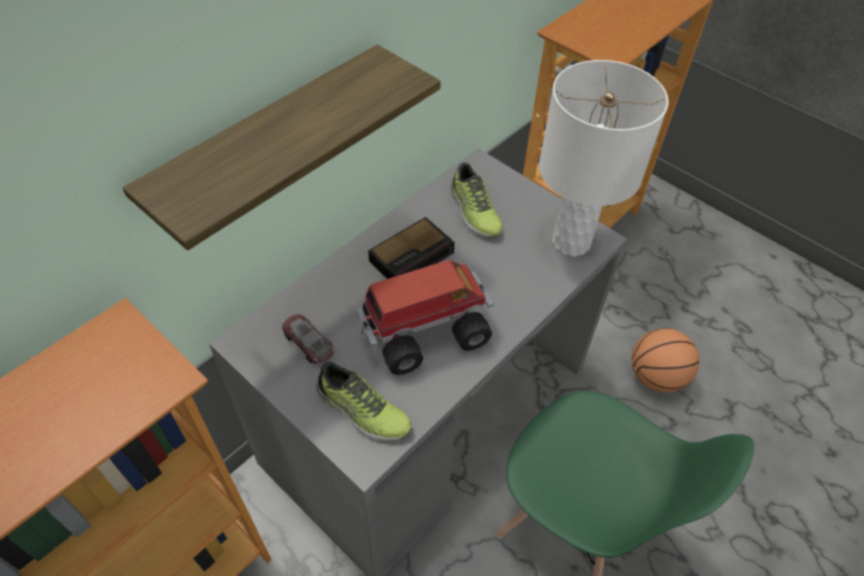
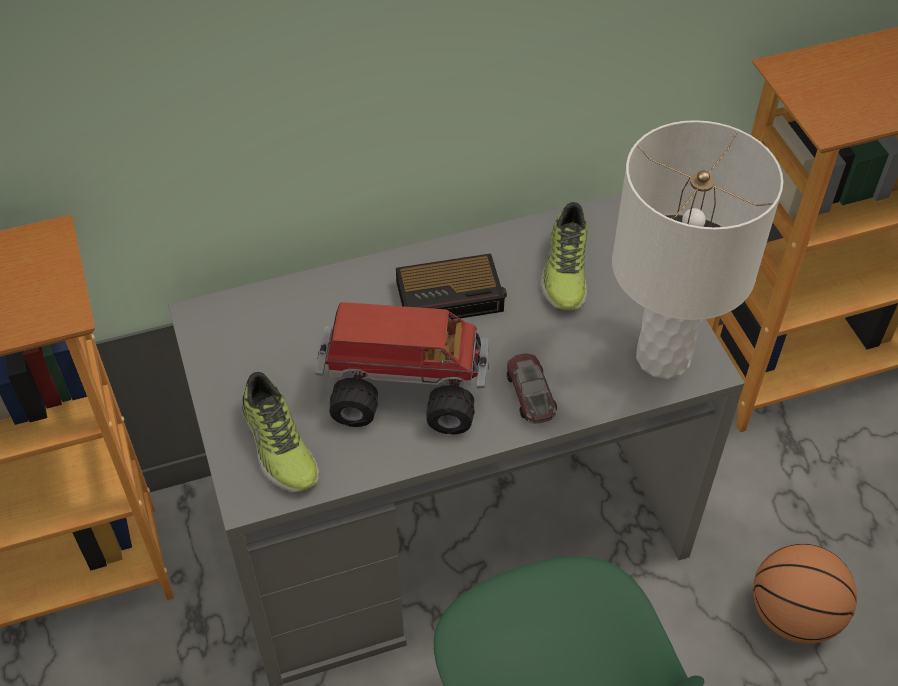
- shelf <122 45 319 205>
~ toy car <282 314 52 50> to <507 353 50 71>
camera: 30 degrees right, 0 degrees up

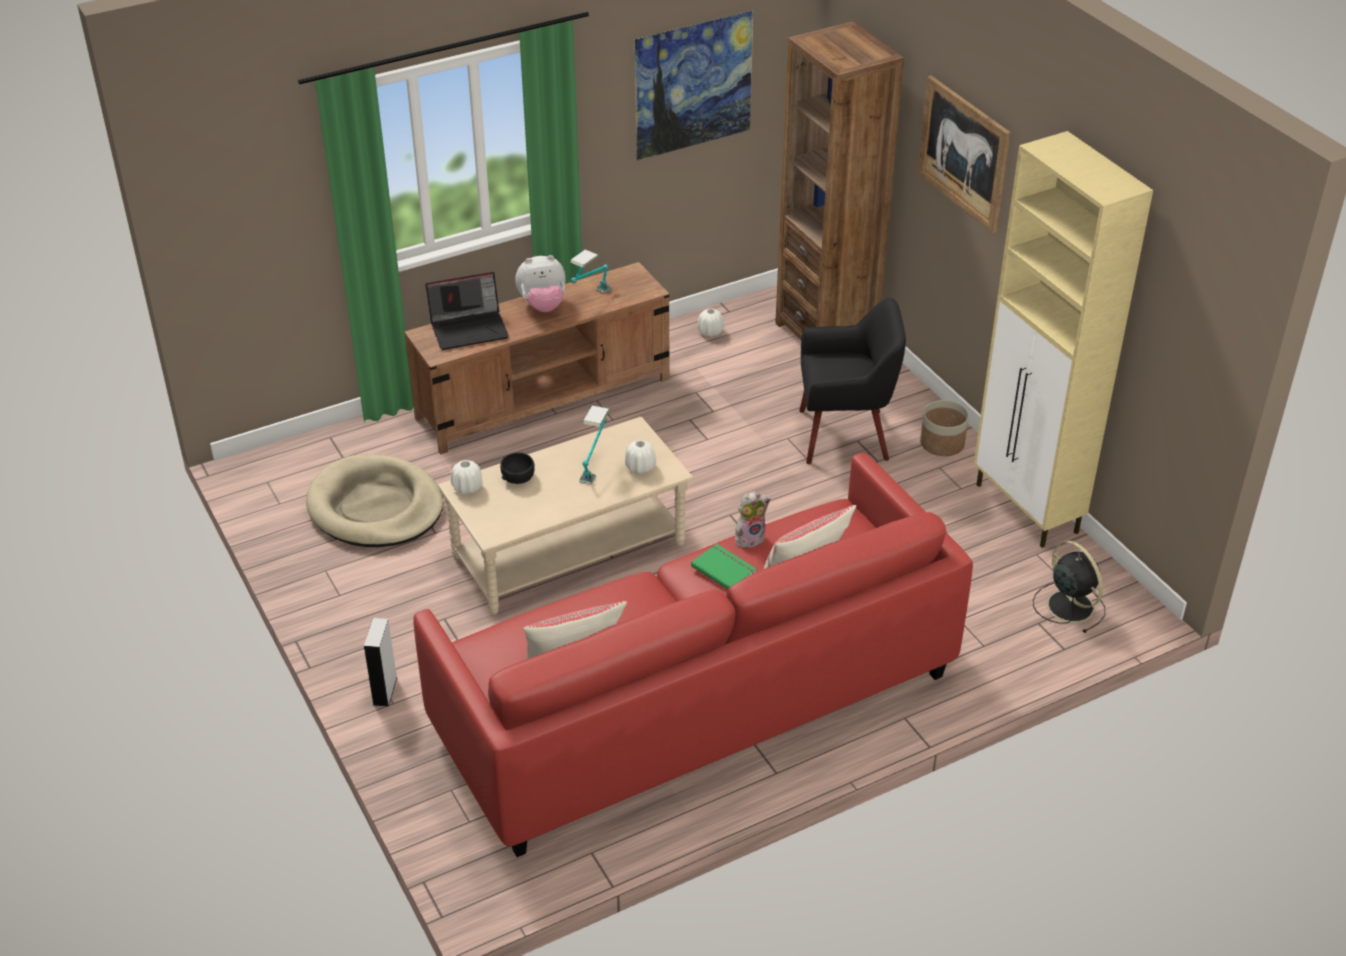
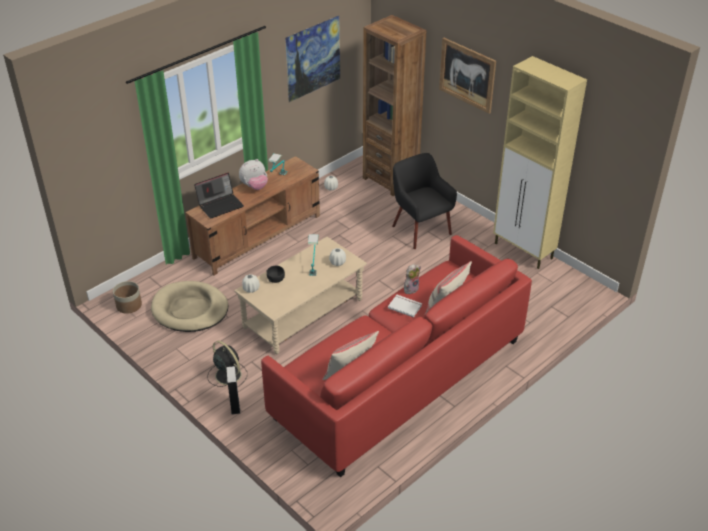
~ planter <920 400 49 56> to <113 281 29 33>
~ fan (black) <1033 541 72 92> to <207 341 40 47>
~ book (green) <691 544 65 45> to book (white) <388 295 34 23>
~ armchair (black) <799 298 107 166> = <392 153 65 96> 105 degrees counterclockwise
camera: 15 degrees left, 0 degrees up

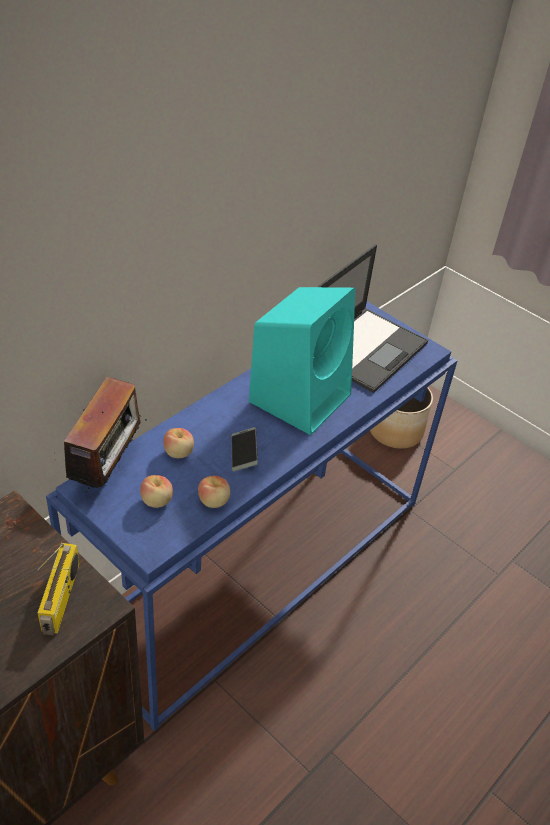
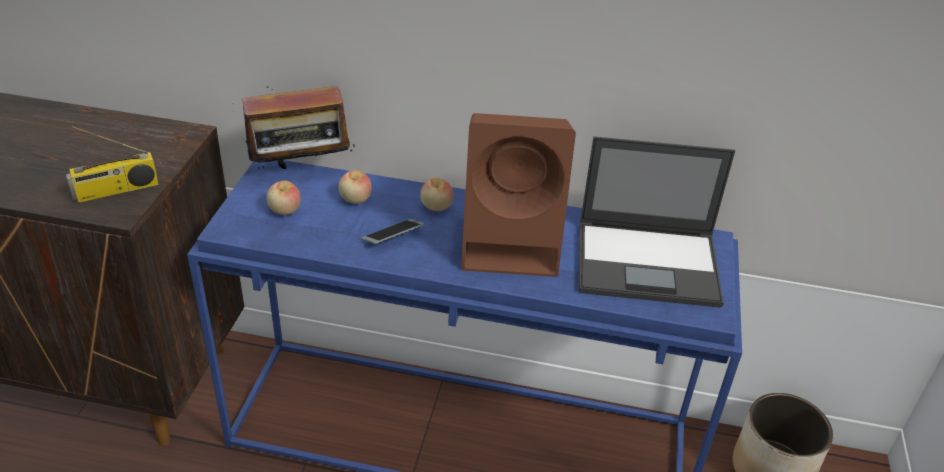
~ apple <198 476 32 32> to <420 178 33 33>
~ speaker (turquoise) <249 287 106 148> to speaker (brown) <461 113 115 164>
camera: 60 degrees right, 5 degrees down

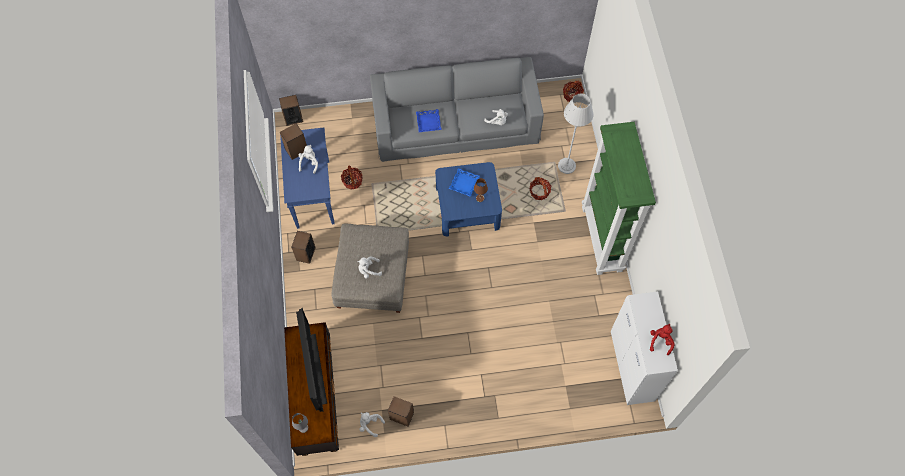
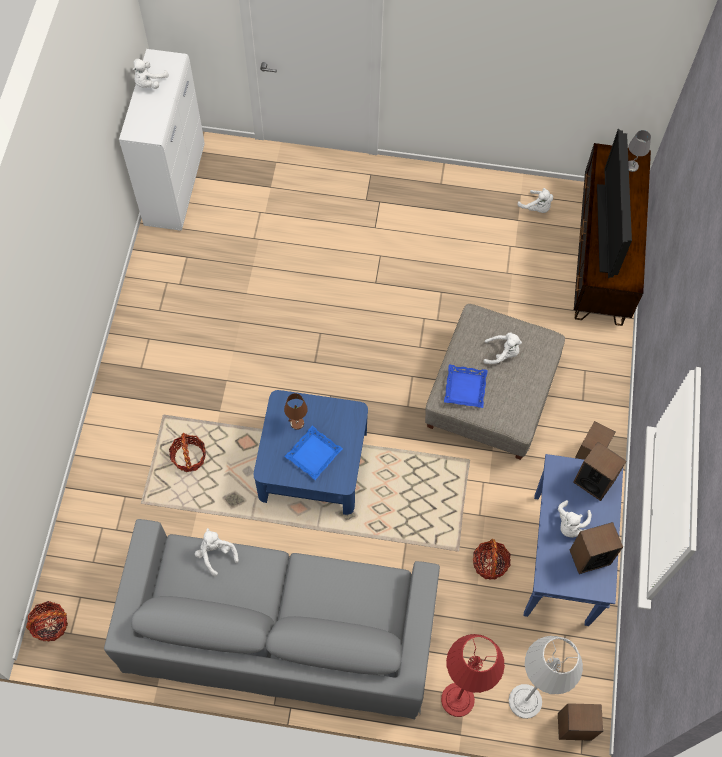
- bookcase (green) <582 122 74 153>
+ floor lamp (red) <441 634 64 83>
~ speaker <388 396 26 31> to <573 442 54 59>
~ tray (blue) <416 109 26 23> to <444 365 44 43>
~ floor lamp (grey) <558 94 36 80> to <509 636 74 83>
~ plush toy (red) <650 324 25 31> to plush toy (white) <132 59 37 30>
camera: 165 degrees left, 0 degrees up

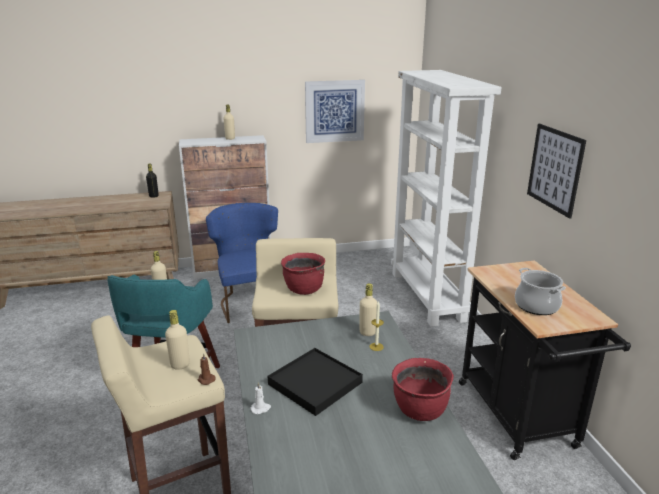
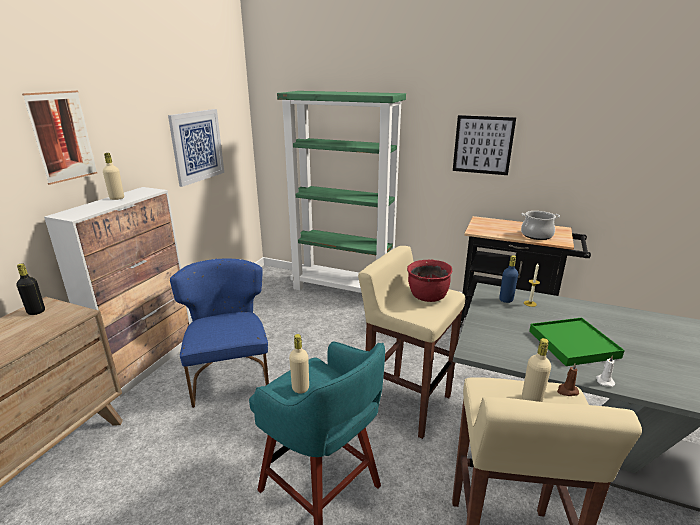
- cooking pot (red) <392 358 62 63>
+ picture <22 90 75 95>
~ tray (black) <268 348 95 68> to tray (green) <529 318 96 48>
~ bottle (beige) <359 283 18 53> to bottle (blue) <499 255 19 48>
~ bookcase (white) <391 70 111 257> to bookcase (green) <277 91 129 202>
~ chair (blue) <206 203 72 120> = <170 259 99 149> 60 degrees clockwise
camera: 55 degrees left, 0 degrees up

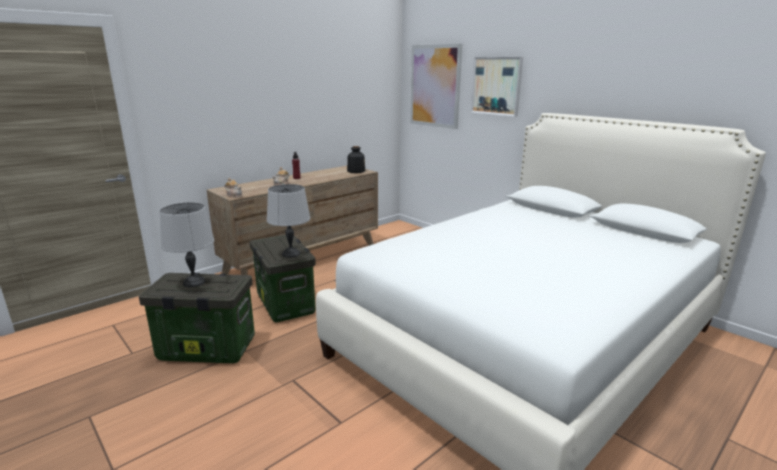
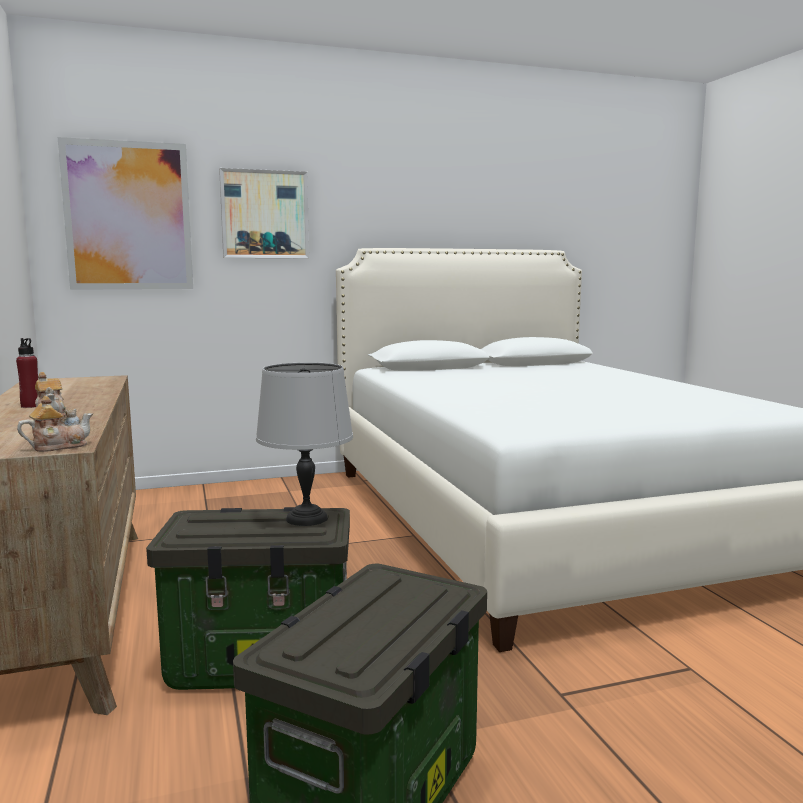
- table lamp (grey) <160 202 54 85>
- bottle <347 146 18 27>
camera: 65 degrees left, 10 degrees down

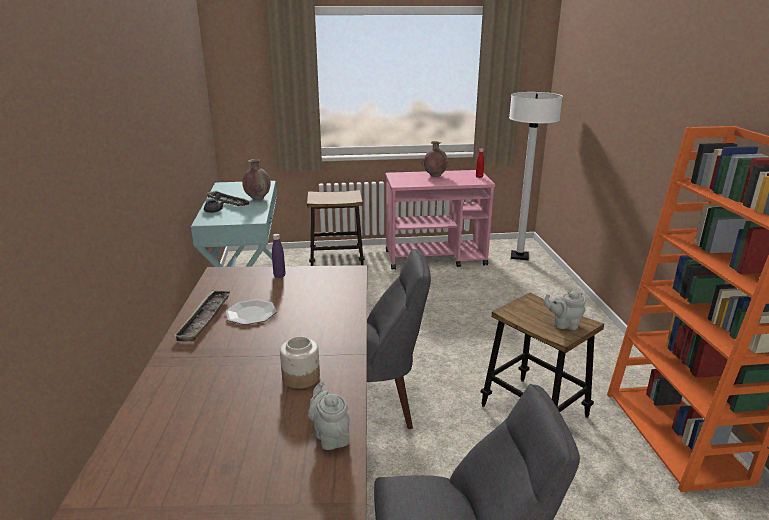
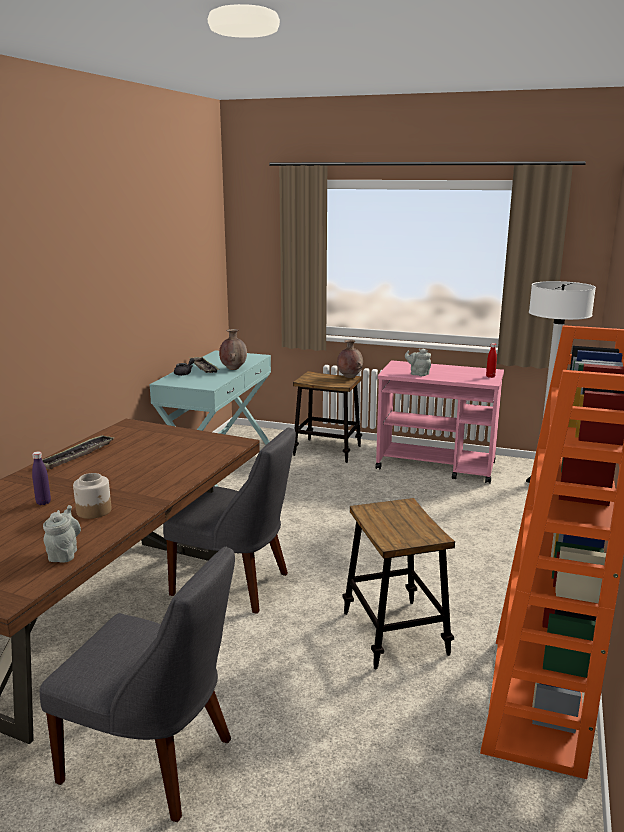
- plate <225 299 52 26>
~ bottle (purple) <272 234 13 44> to <32 451 19 54>
~ vase (brown) <421 141 29 36> to <337 340 26 38>
~ teapot (grey) <544 291 42 39> to <405 349 26 27>
camera: 25 degrees right, 5 degrees down

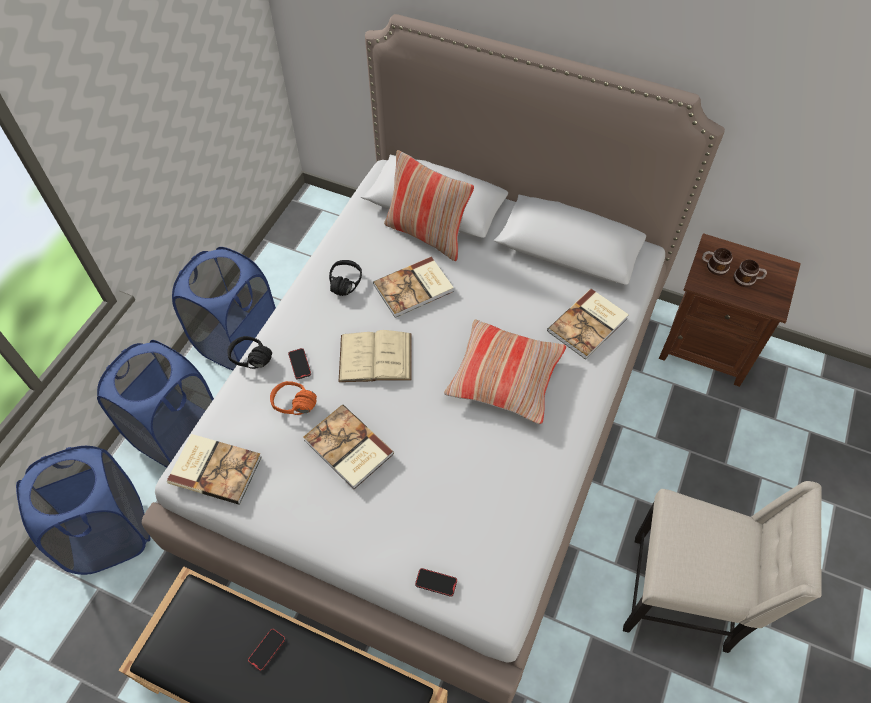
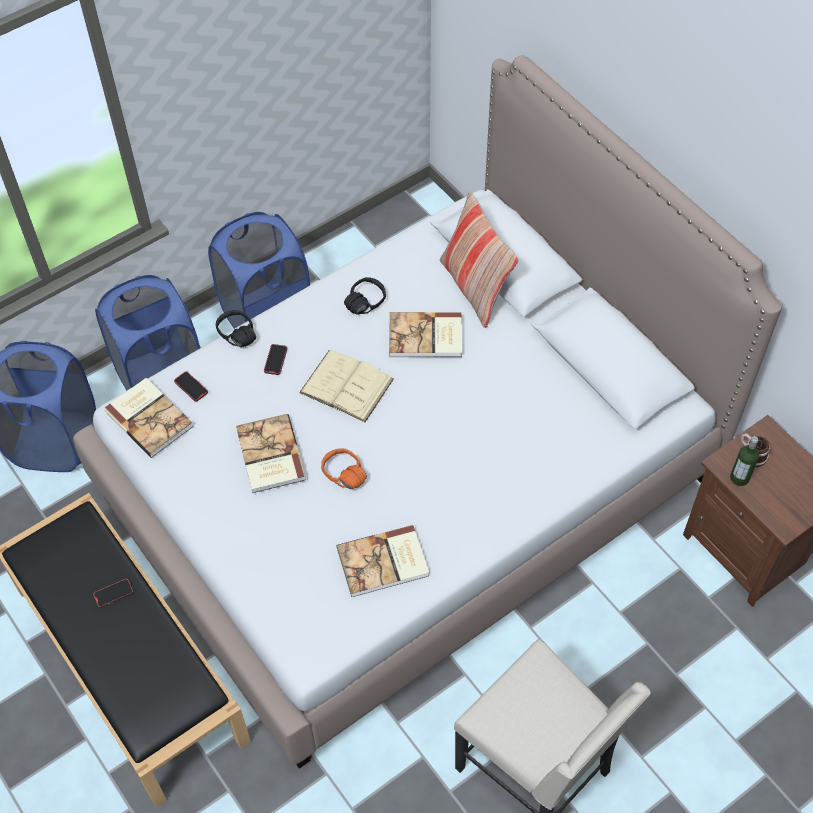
- pillow <444 319 122 106>
- mug <733 260 34 27>
+ bottle <730 436 29 50>
~ headphones (orange) <270 381 47 34> to <321 448 46 41>
~ phone <415 568 42 29> to <174 371 34 31>
~ book <547 289 82 71> to <336 525 93 72>
camera: 30 degrees right, 0 degrees up

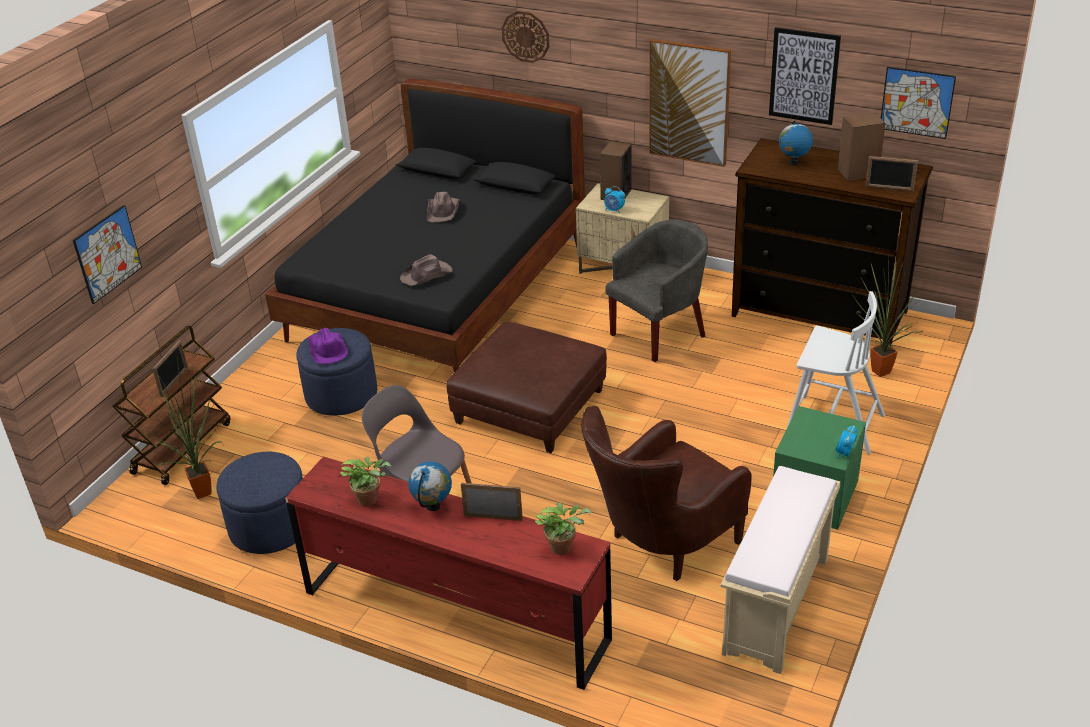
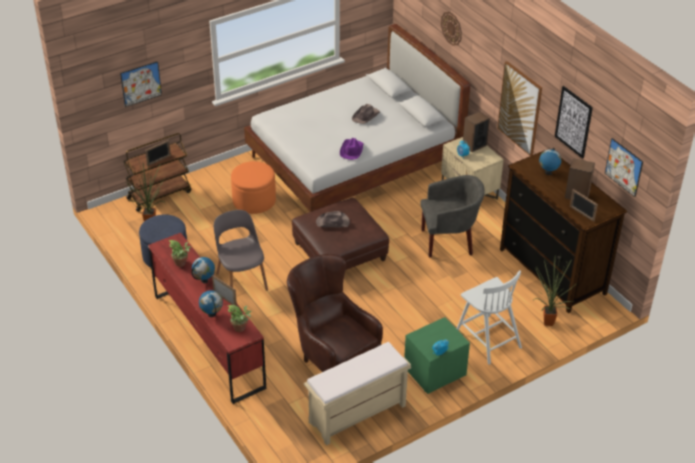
+ globe <199 290 24 27>
~ hat (purple) <308 328 40 36> to <340 138 24 22>
~ hat (brown) <400 255 53 31> to <316 211 34 17>
~ bed (black) <265 79 320 294> to bed (white) <244 24 226 188>
~ ottoman (blue) <296 328 81 88> to ottoman (orange) <231 161 45 53>
~ armchair (brown) <581 406 170 175> = <287 254 96 118> 60 degrees clockwise
camera: 30 degrees right, 5 degrees up

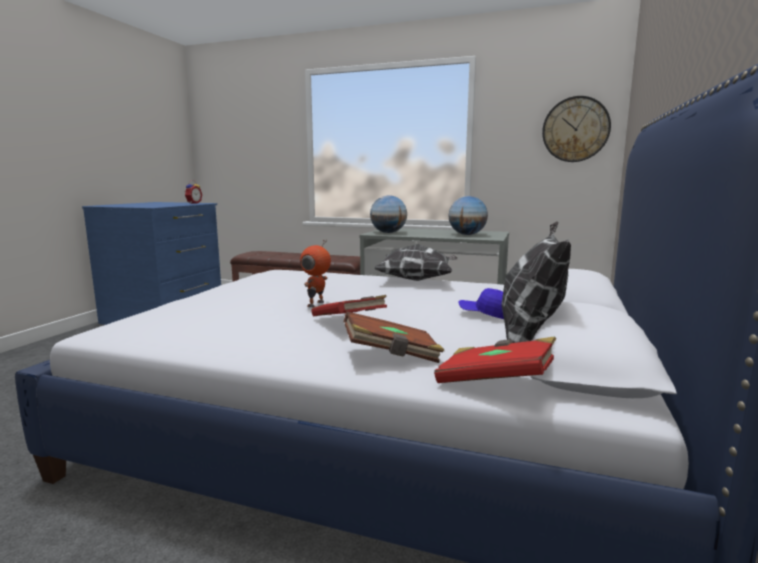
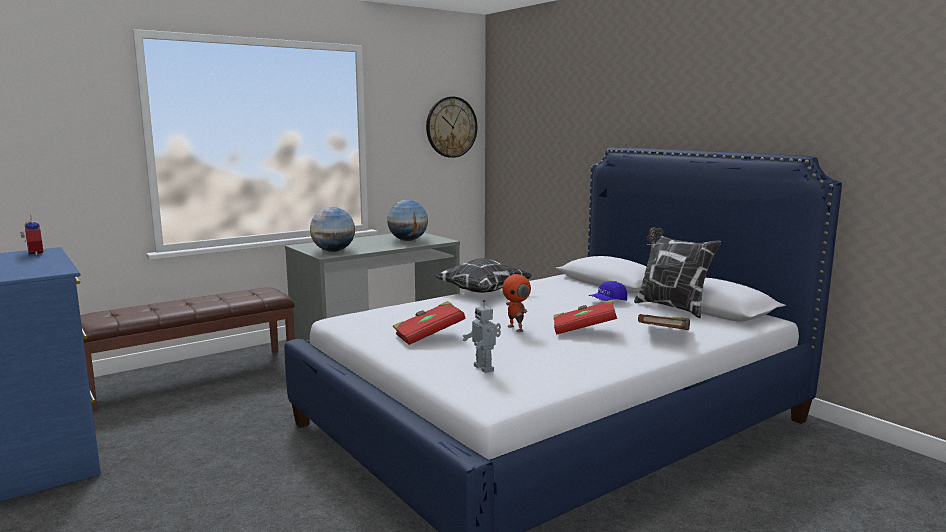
+ toy robot <463 300 38 73>
~ book (red) <434 336 122 47> to <393 301 73 44>
camera: 55 degrees left, 0 degrees up

